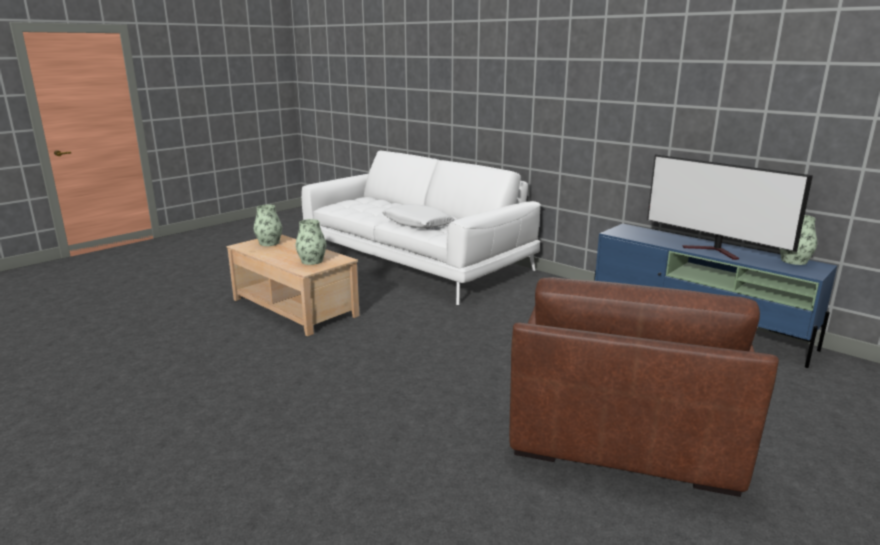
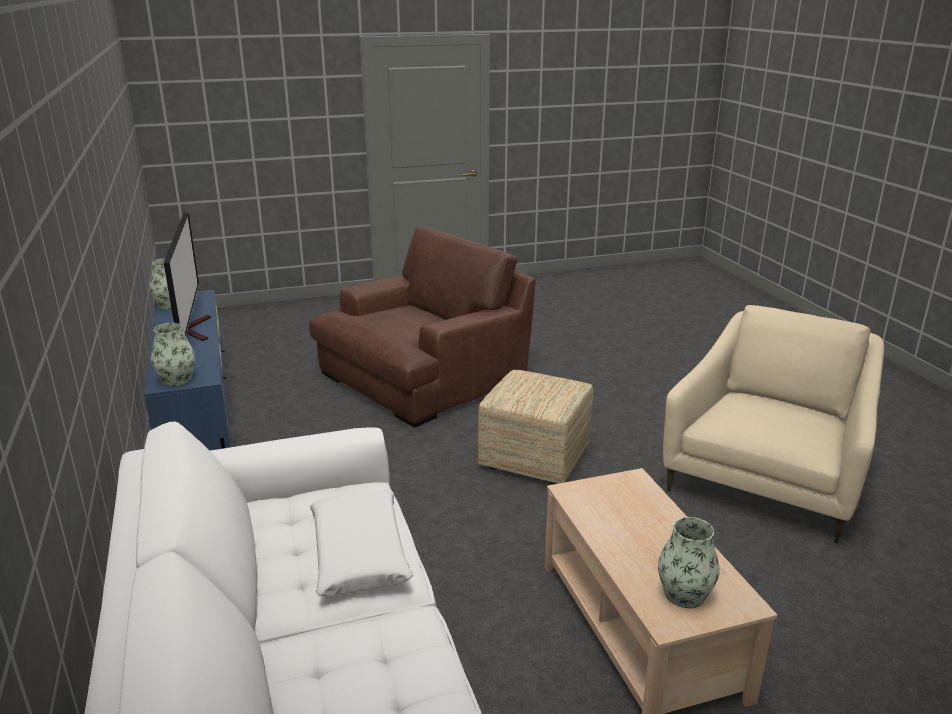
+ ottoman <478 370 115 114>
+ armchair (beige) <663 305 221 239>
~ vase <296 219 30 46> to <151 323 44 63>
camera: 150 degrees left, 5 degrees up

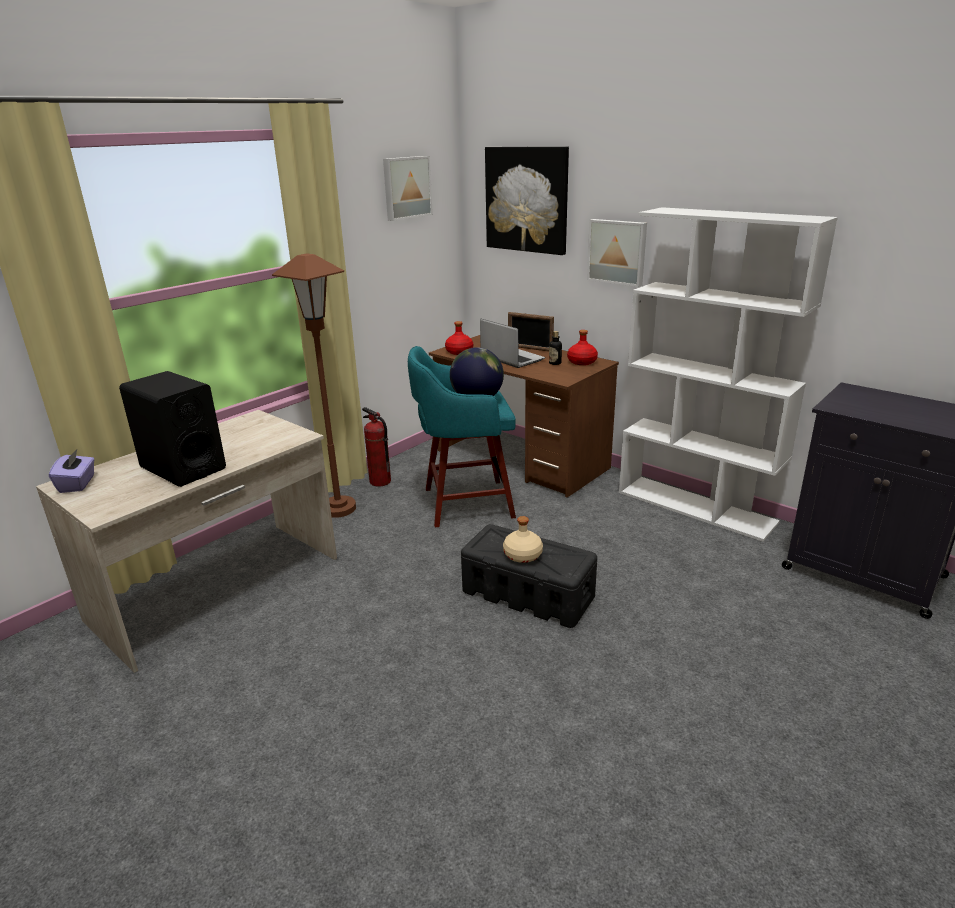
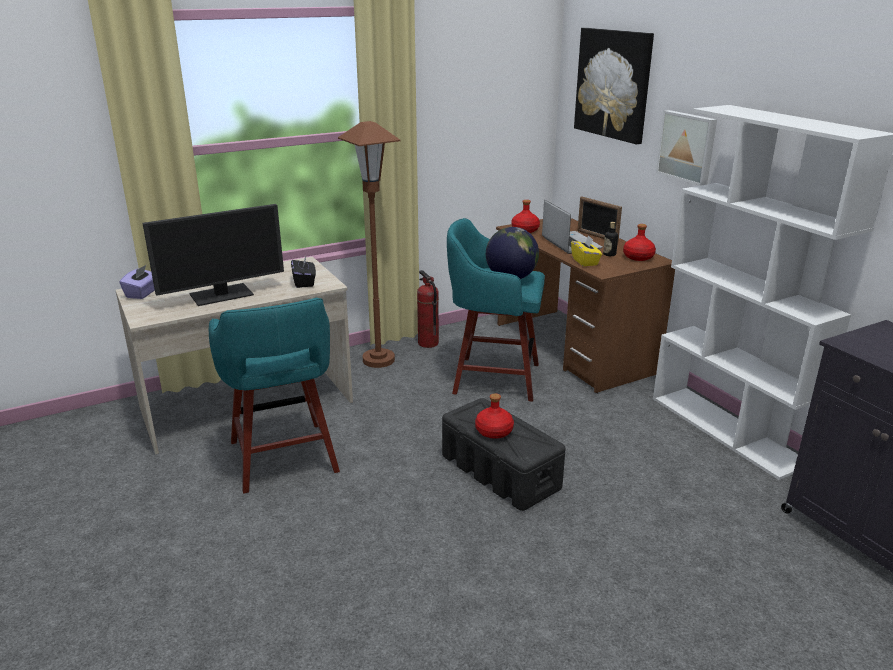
- picture <383 156 50 65>
+ stool (turquoise) <209 298 131 196>
+ tissue box (black) <291 256 25 32>
+ tissue box (yellow) <571 235 31 31>
~ speaker (black) <119 371 107 116> to monitor <143 204 141 102>
~ bottle (beige) <503 516 40 47> to bottle (red) <475 393 39 46>
camera: 20 degrees right, 0 degrees up

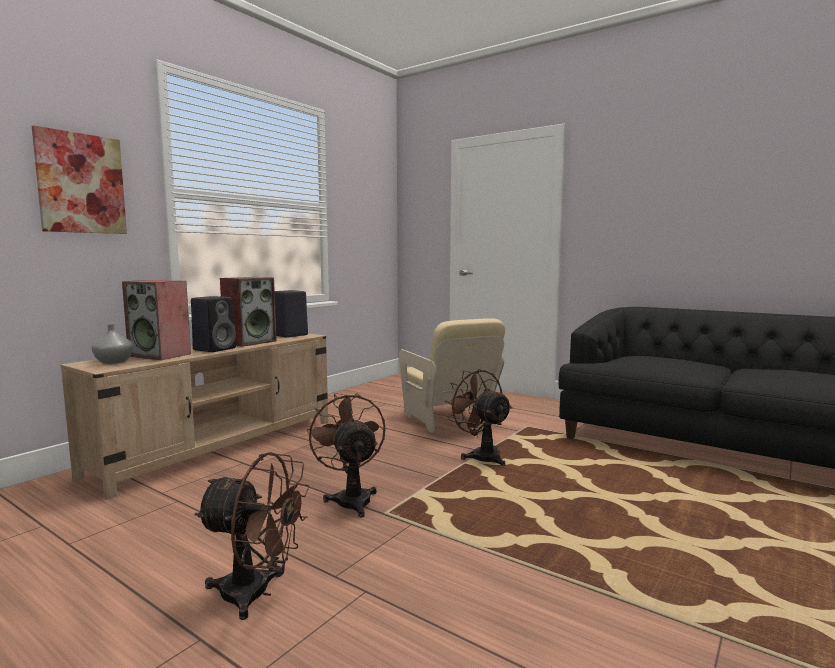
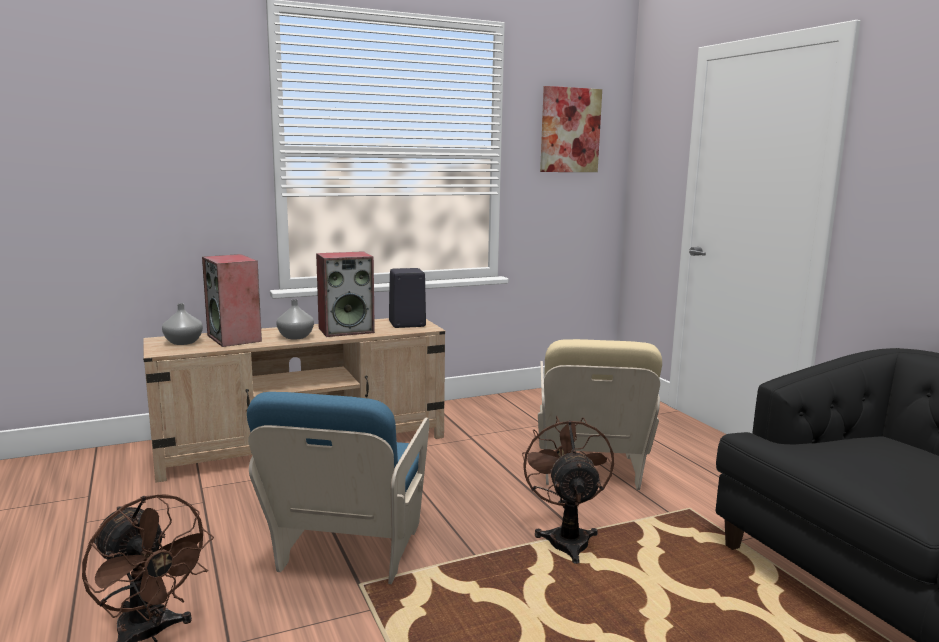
~ picture <32 126 95 108> to <540 86 62 86>
~ speaker (black) <191 296 45 56> to vase (grey) <276 299 38 41>
~ fan (brown) <307 393 79 125> to armchair (blue) <247 392 182 192>
camera: 30 degrees right, 5 degrees up

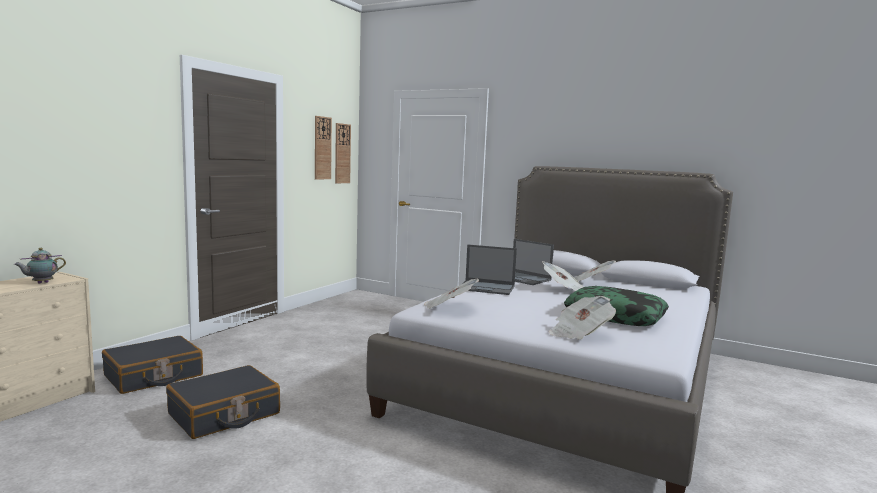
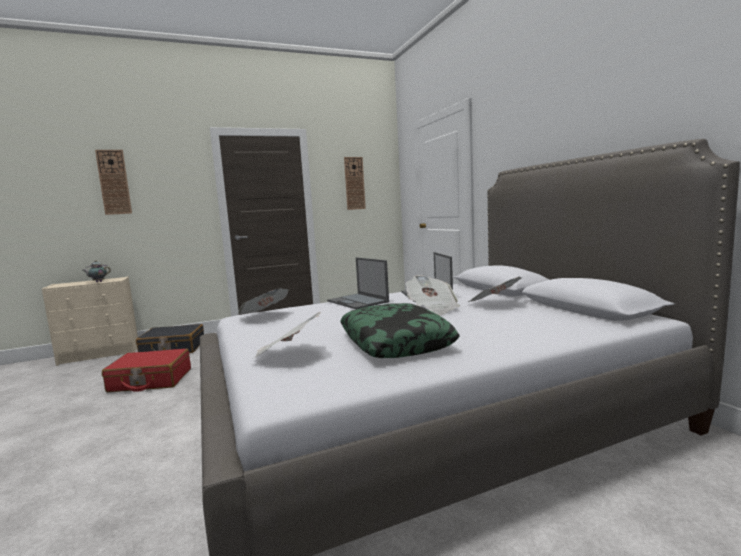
~ wall clock <335 123 16 61> to <95 150 37 65>
~ suitcase (black) <166 365 114 74> to suitcase (red) <102 349 89 43>
camera: 40 degrees right, 0 degrees up

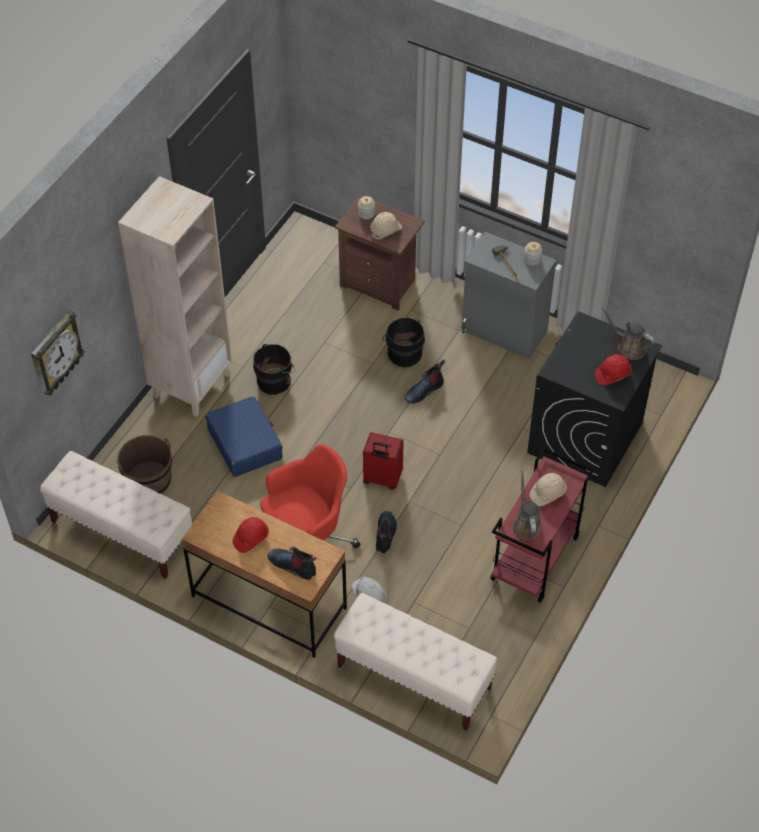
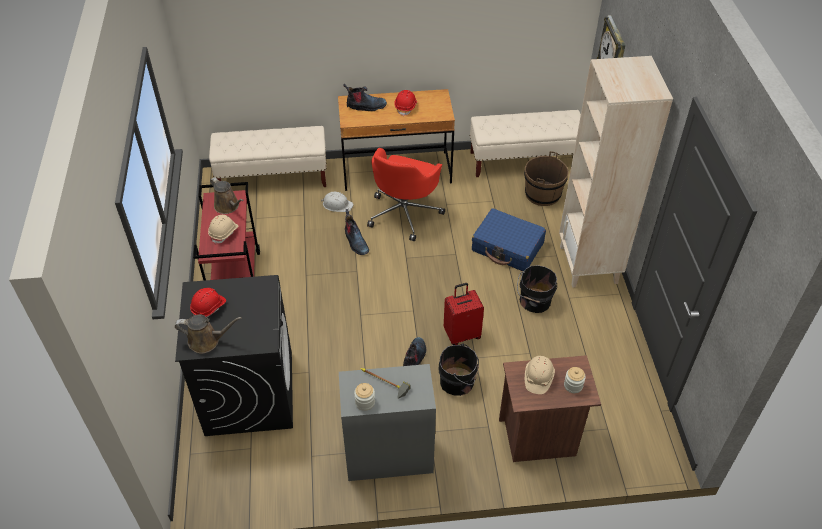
~ suitcase (red) <363 432 41 58> to <444 283 40 62>
camera: 145 degrees right, 5 degrees down

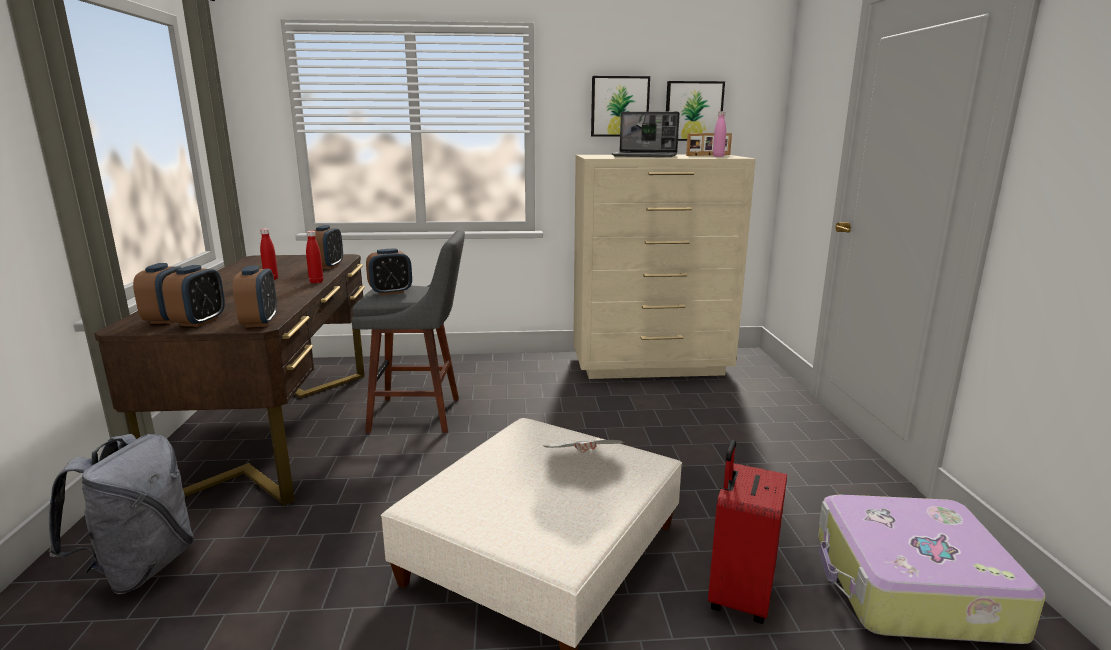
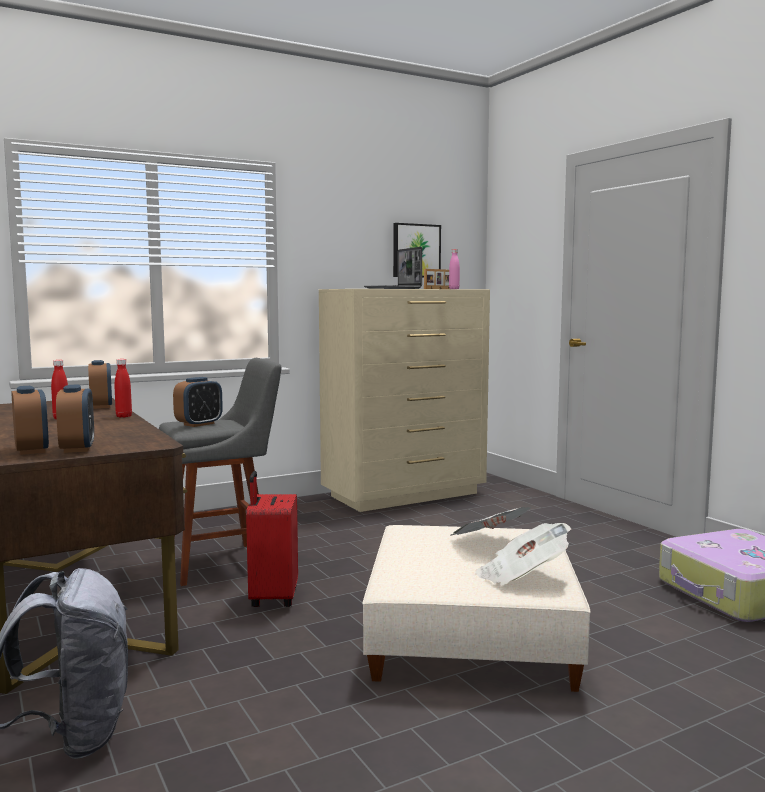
- alarm clock <233 265 44 62>
- picture <591 76 59 60>
+ newspaper <475 523 96 63>
~ suitcase (red) <708 440 79 184> to <246 471 52 136>
~ laptop <612 112 68 45> = <364 247 58 42> 75 degrees clockwise
camera: 25 degrees left, 10 degrees down

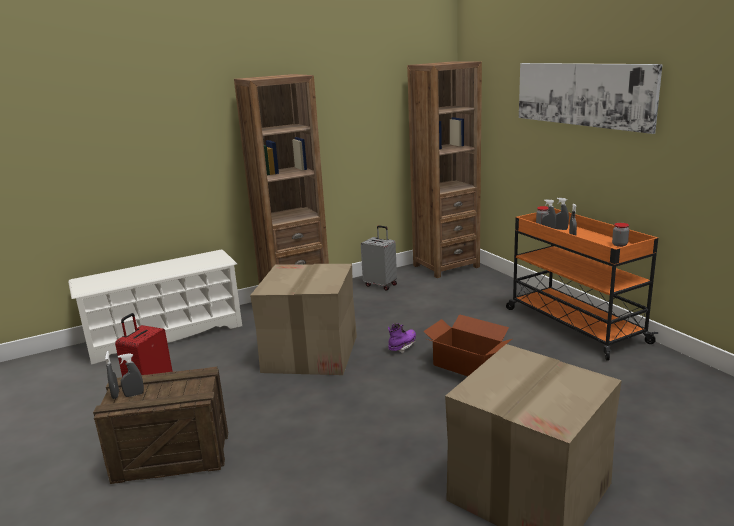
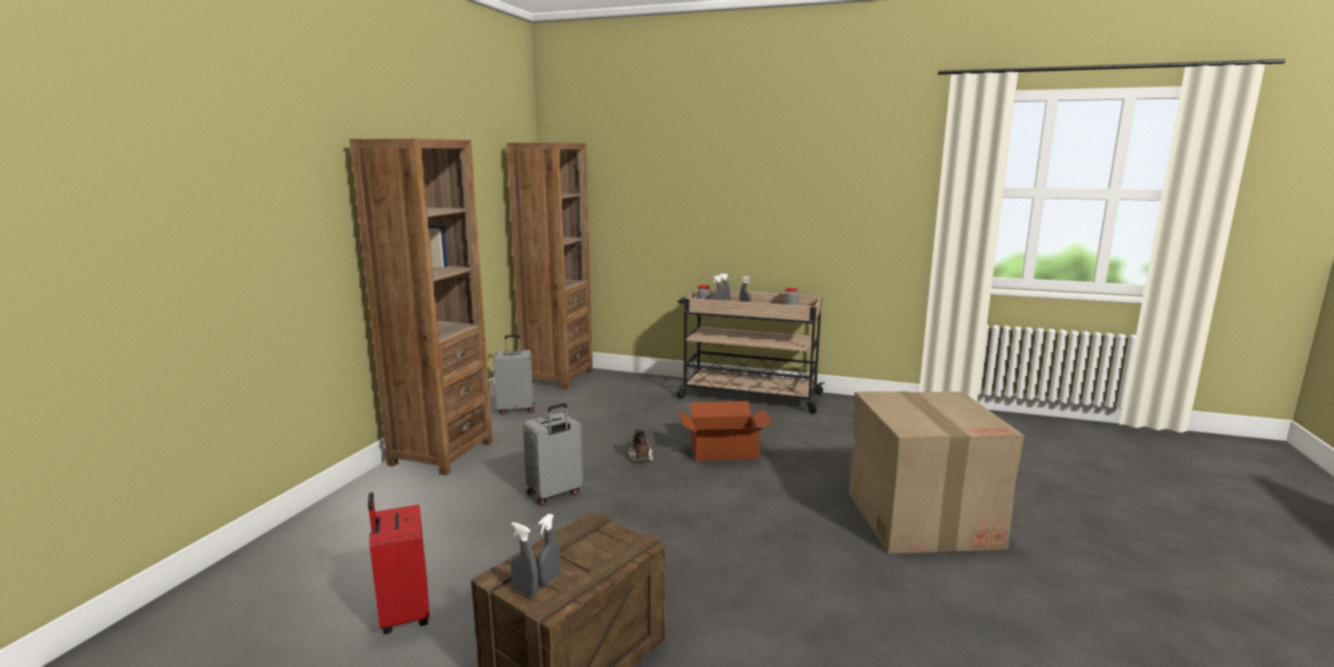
- shoe rack (white) <68 249 174 116>
- picture <519 63 144 71>
~ cardboard box <250 264 107 111> to suitcase (grey) <523 403 60 102>
~ boot (purple) <388 323 28 30> to boot (brown) <629 428 24 34>
~ cart (orange) <506 208 152 153> to cart (beige) <676 289 149 125>
camera: 45 degrees left, 5 degrees down

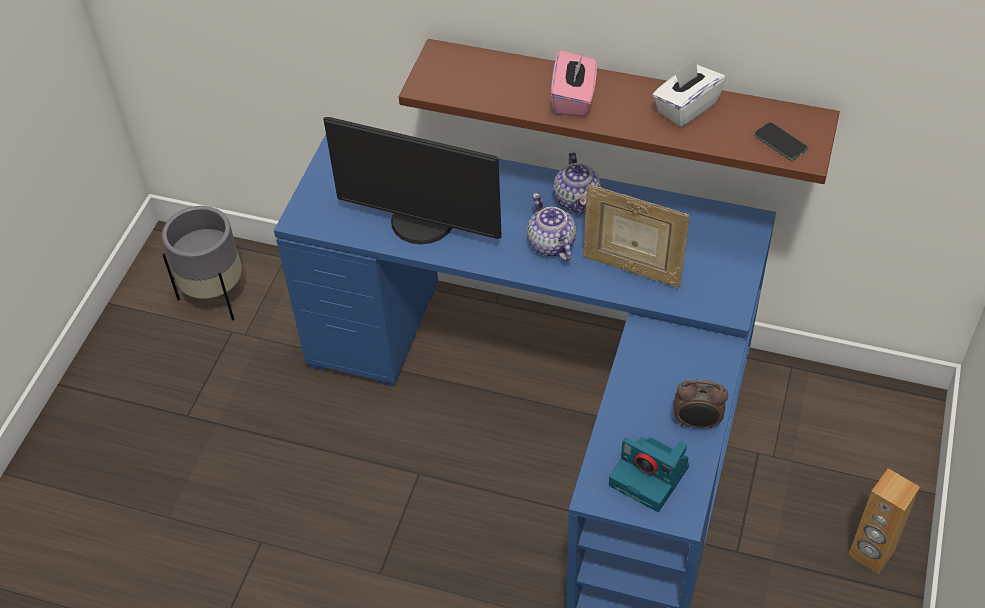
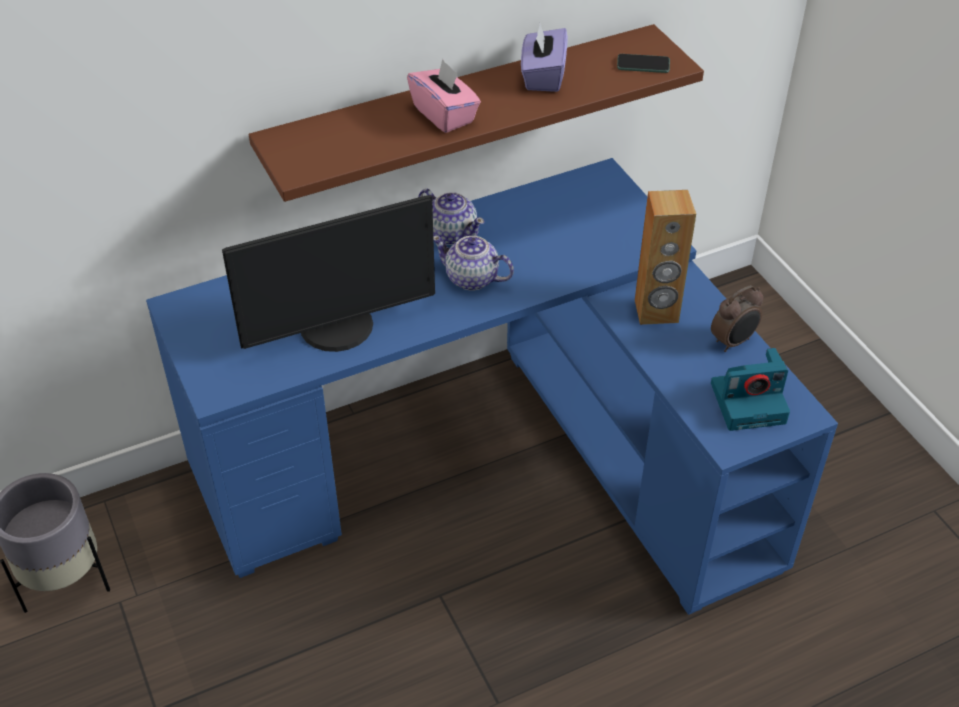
- picture frame <583 184 107 103>
~ speaker (brown) <849 468 71 106> to <635 190 61 135>
~ tissue box (white) <653 60 73 67> to tissue box (purple) <521 23 47 69>
camera: 45 degrees left, 5 degrees down

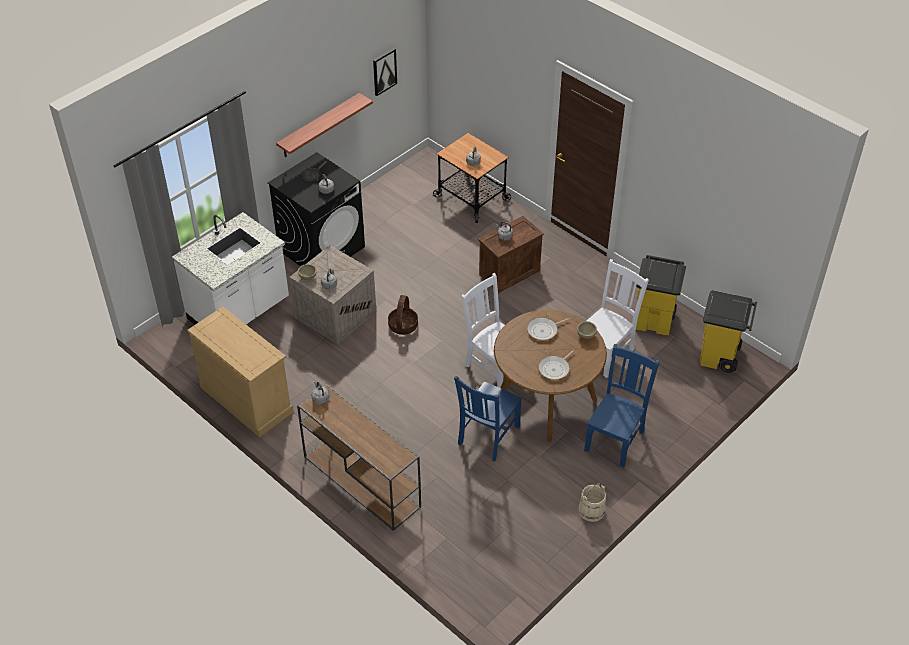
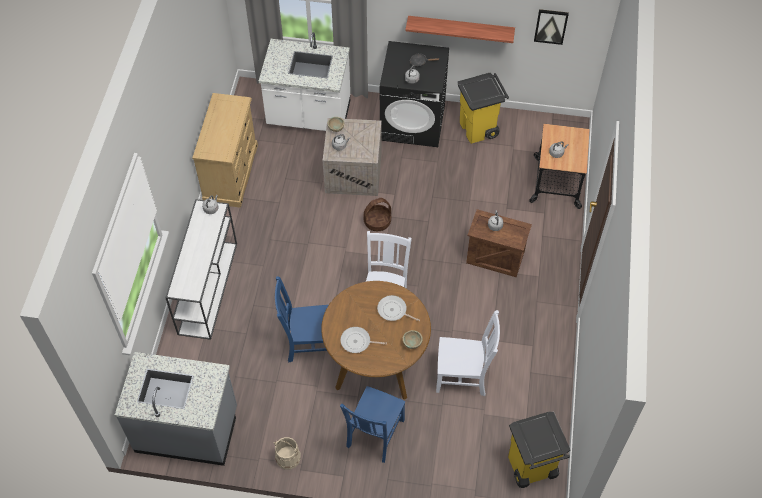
+ counter (grey) <115 352 122 114>
~ trash can (yellow) <636 255 50 80> to <458 73 51 71>
~ console table (brown) <297 384 124 147> to console table (white) <165 199 72 141>
~ chair (blue) <584 344 76 123> = <340 386 65 77> 120 degrees clockwise
camera: 55 degrees right, 10 degrees up

